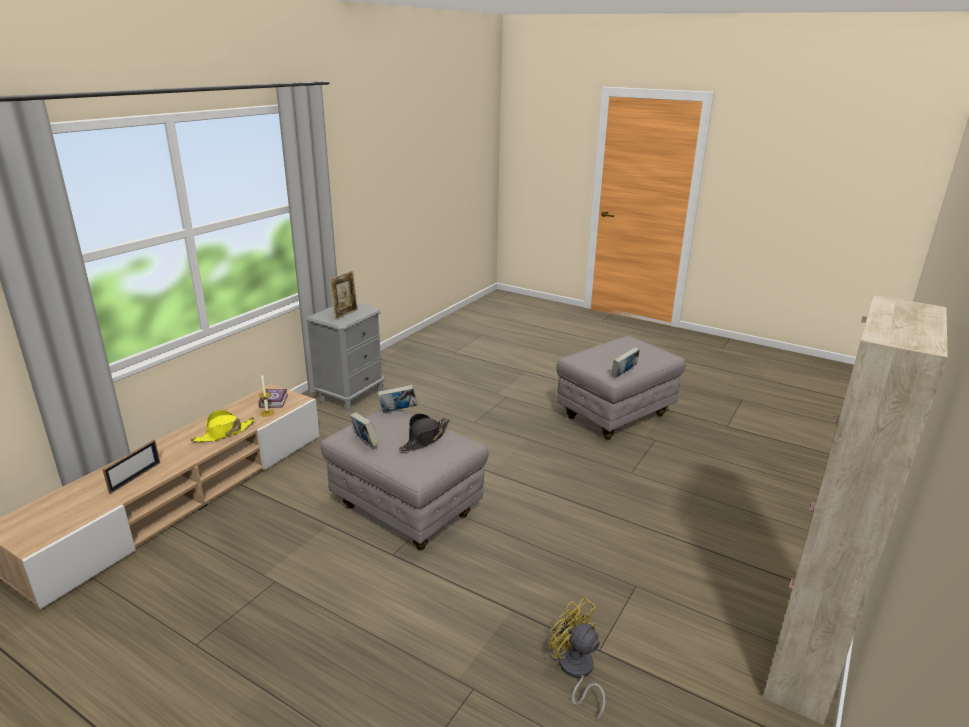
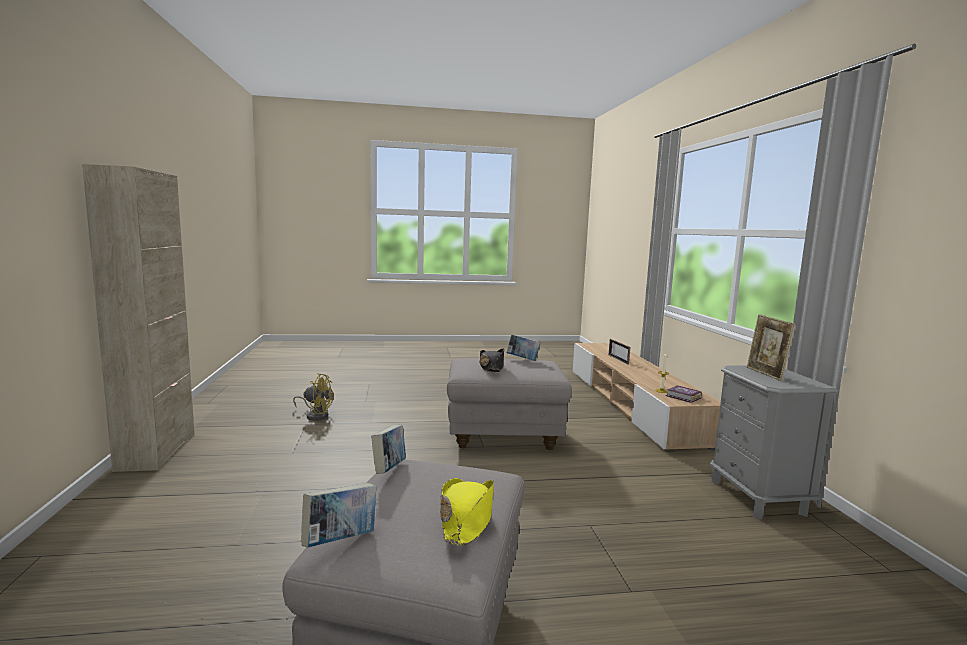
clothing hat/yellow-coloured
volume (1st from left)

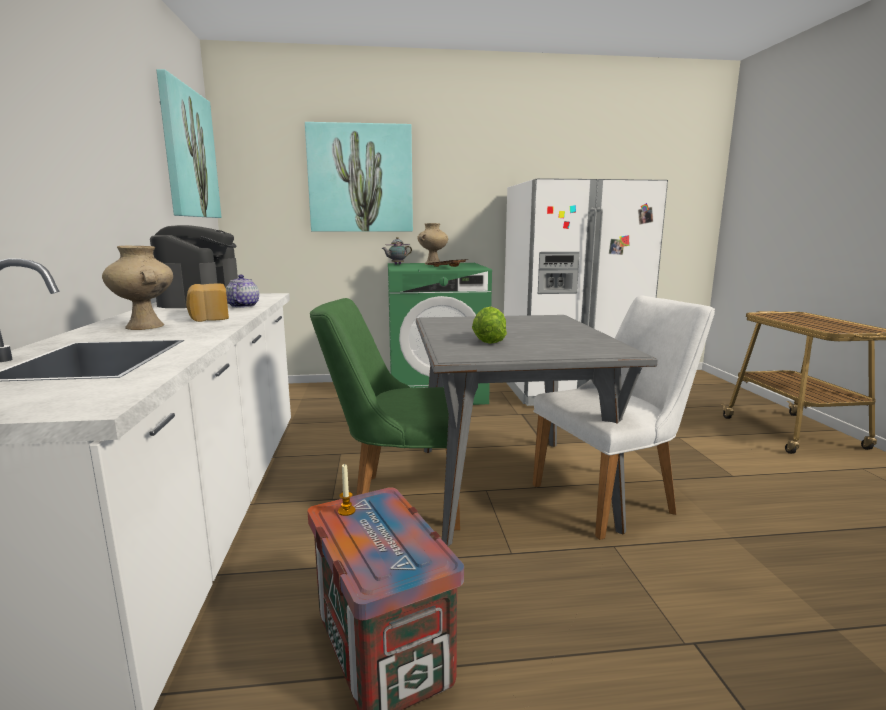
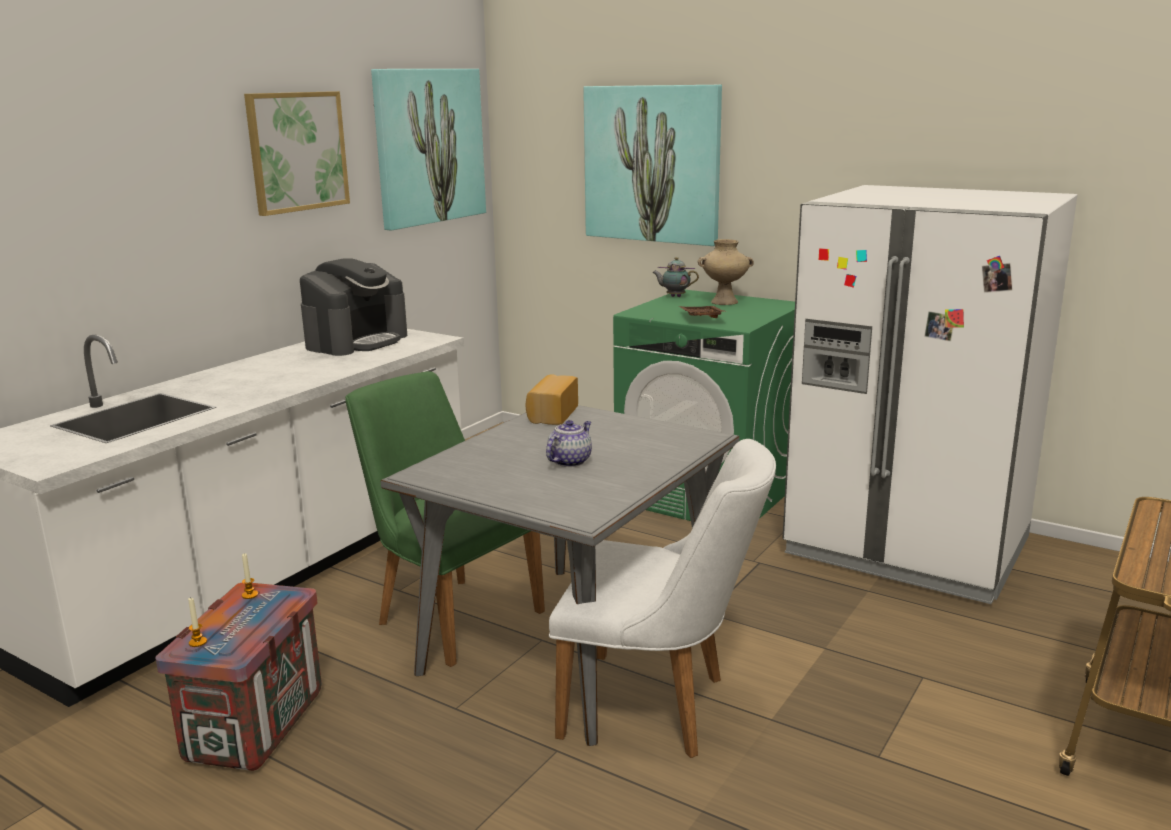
decorative vase/sand-coloured (1st from left in the first image)
lettuce head
wax candle (1st from left)
picture (1st from left)
bakery bread
teapot (1st from left)

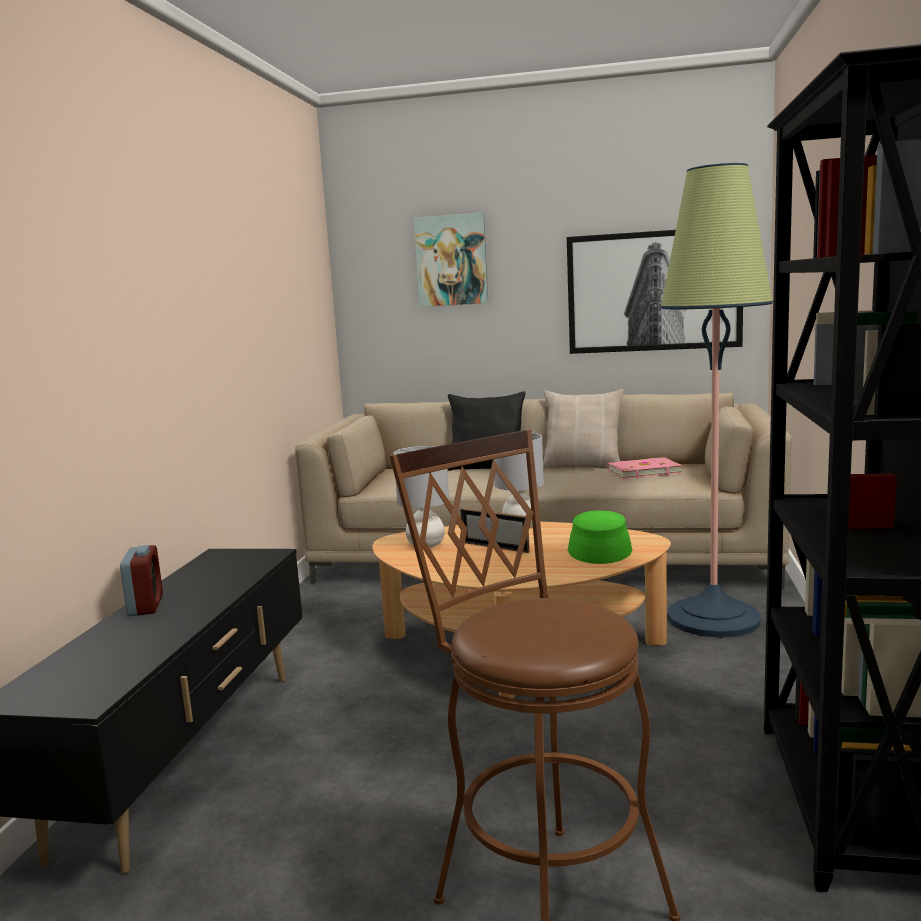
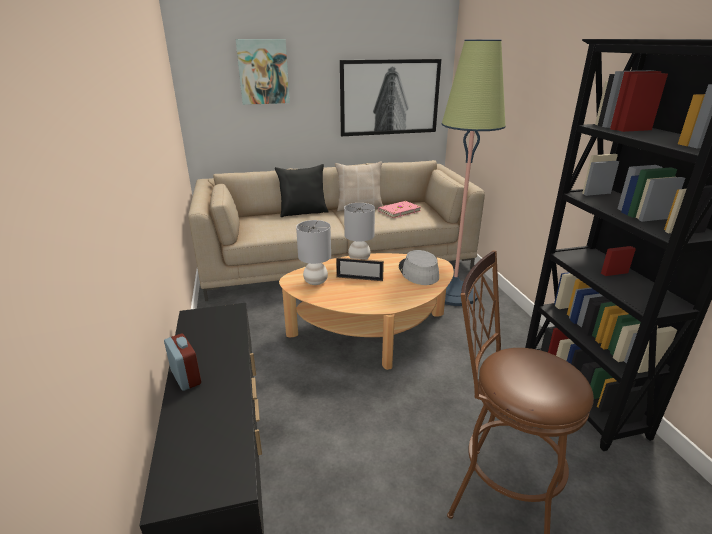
clothing hat/greyish

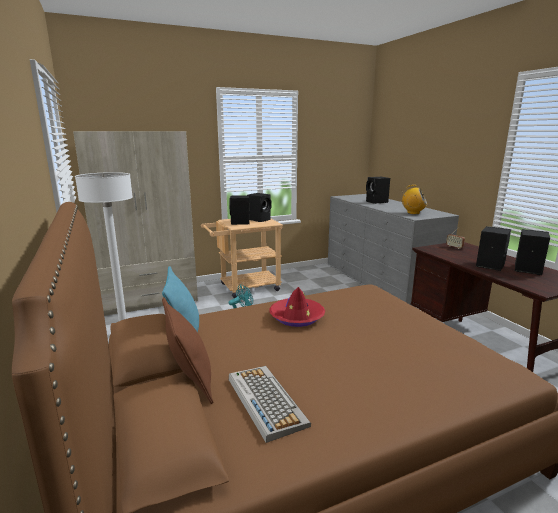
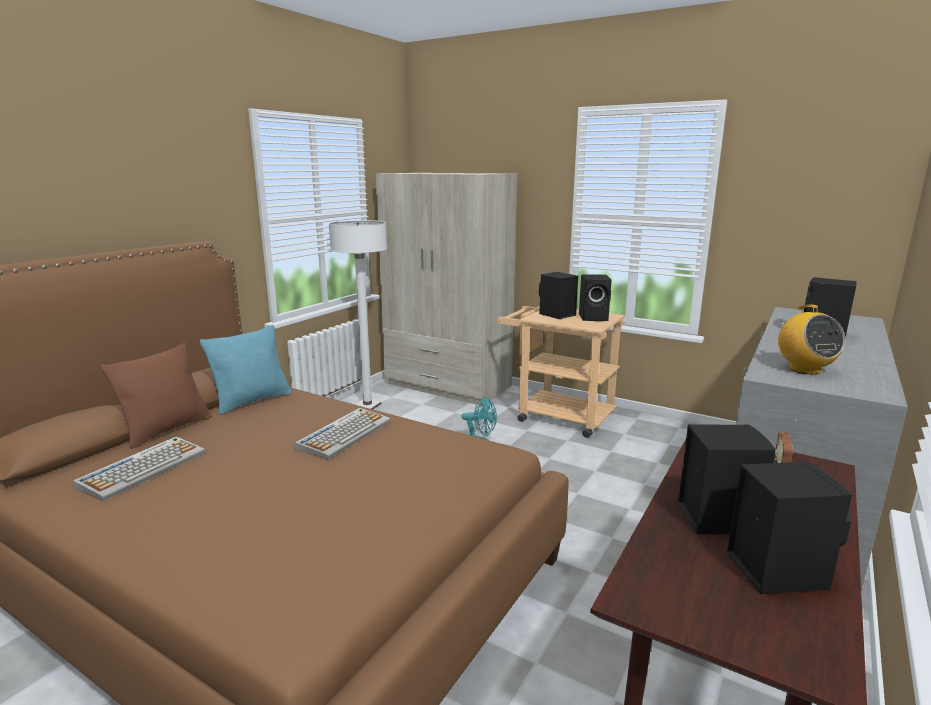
computer keyboard (2nd from left)

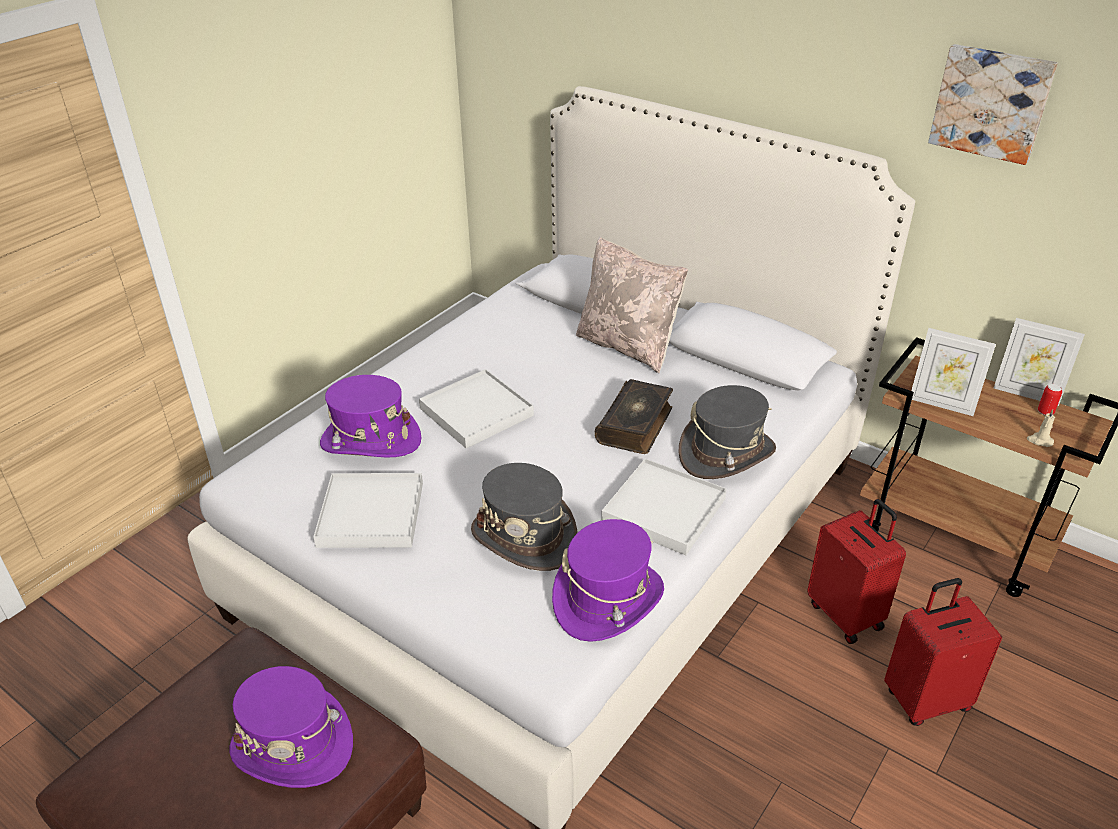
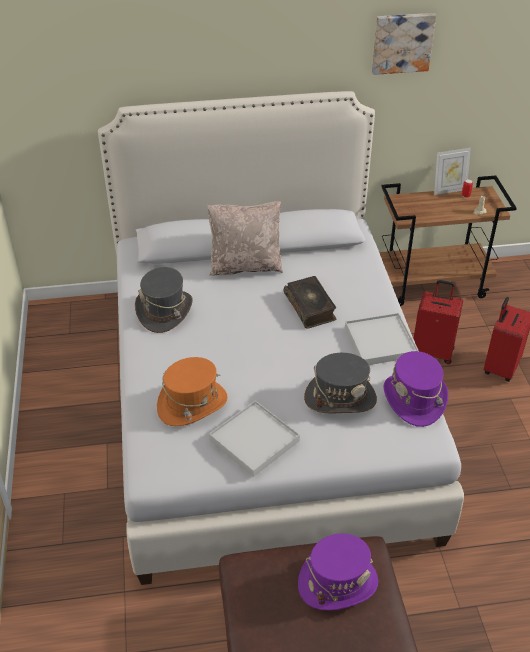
tray/white (2nd from left in the first image)
photo frame (1st from left in the first image)
clothing hat/greyish (1st from left)
clothing hat/orange

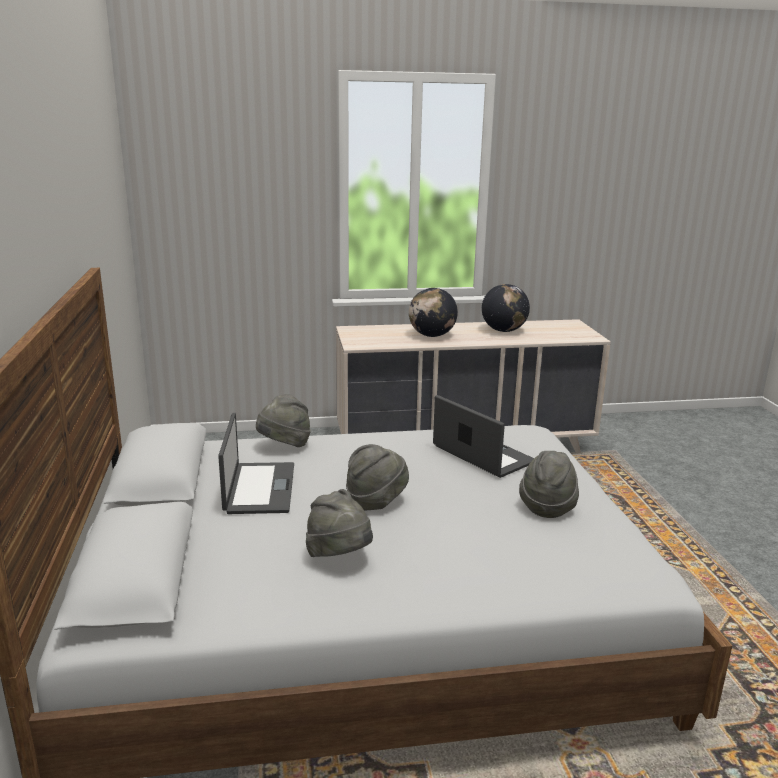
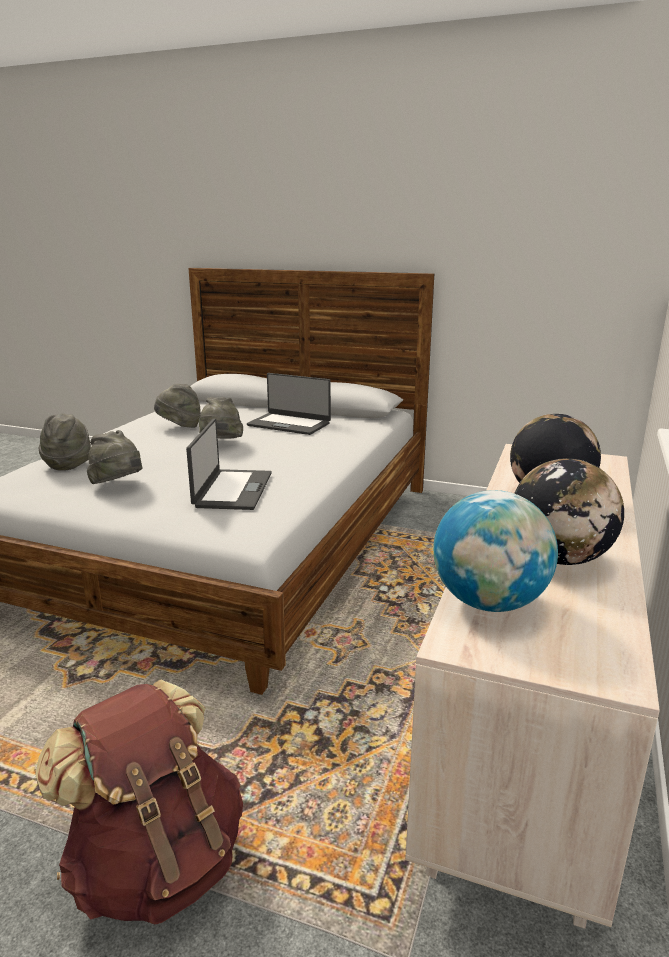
knapsack/brown
globe (1st from left)
clothing hat/greyish (1st from left)
notebook computer (1st from left)

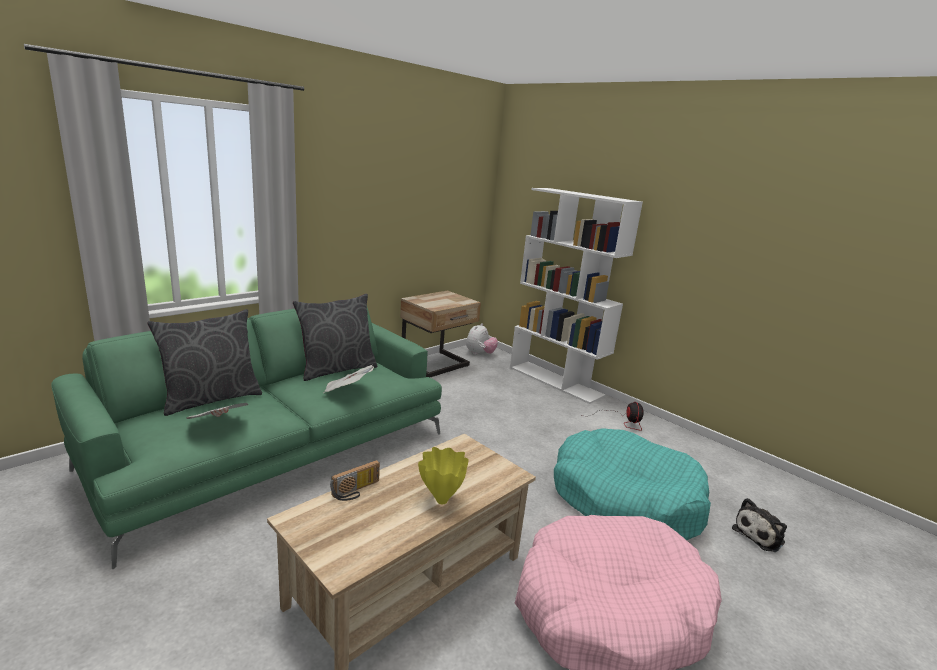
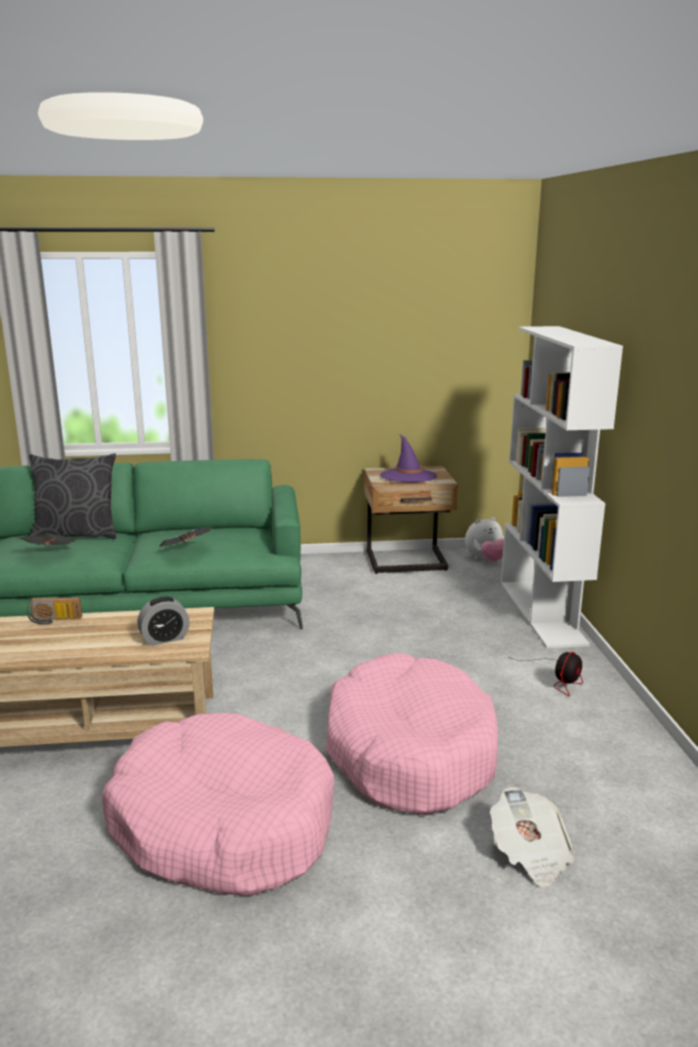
cushion/greyish (2nd from left in the first image)
decorative vase/yellow-coloured
bedside clock
clothing hat/purplish
printed paper (3rd from left)
dog bed/pinkish (2nd from left)

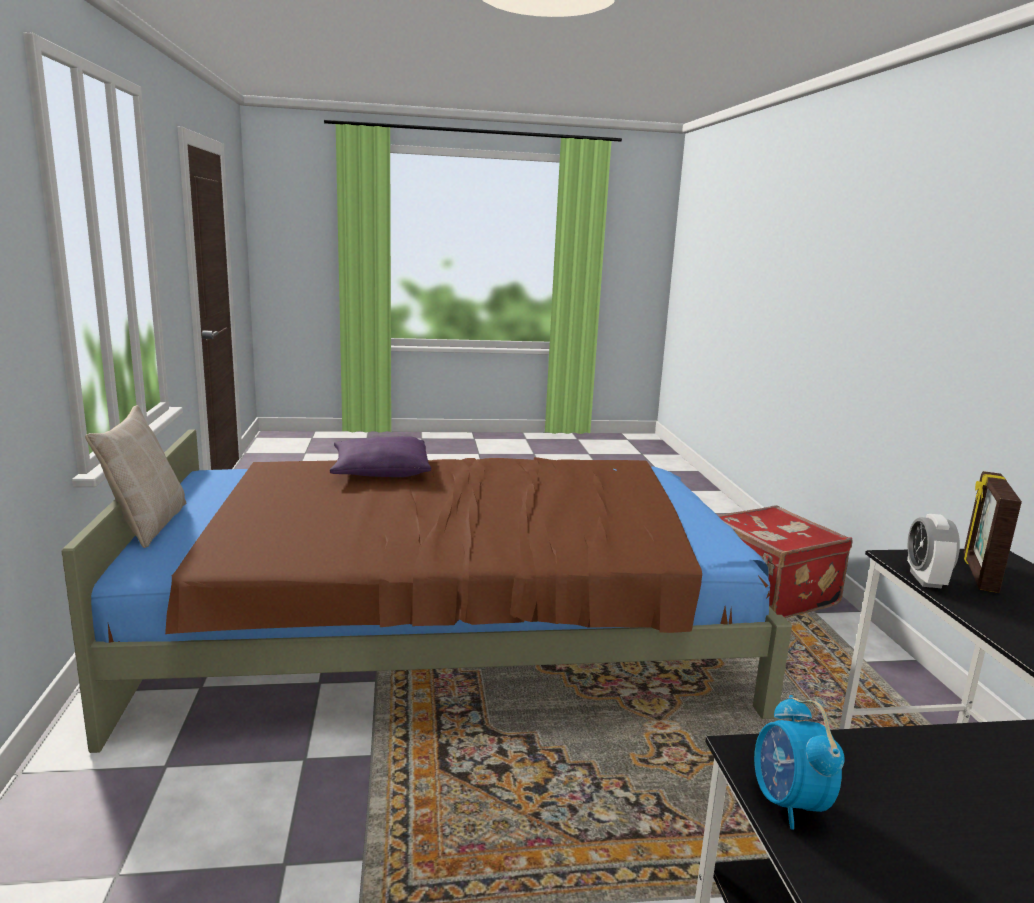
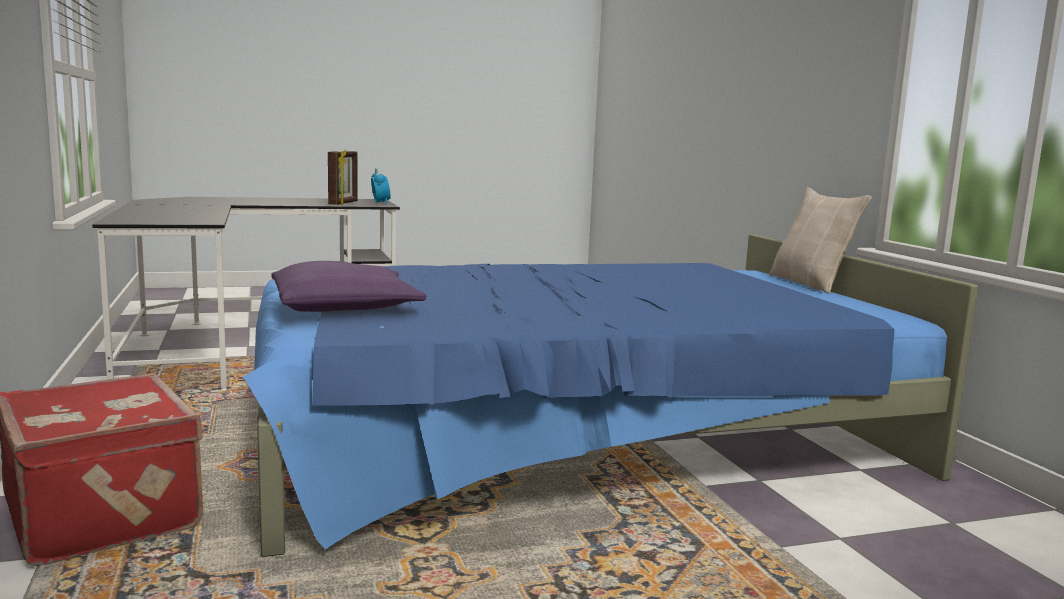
bedside clock (2nd from left in the first image)
cushion/purplish
photo frame
bed/blue

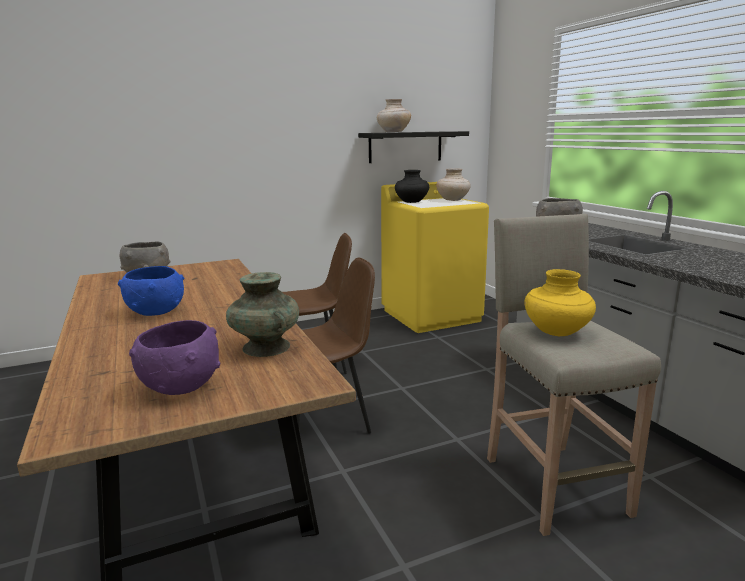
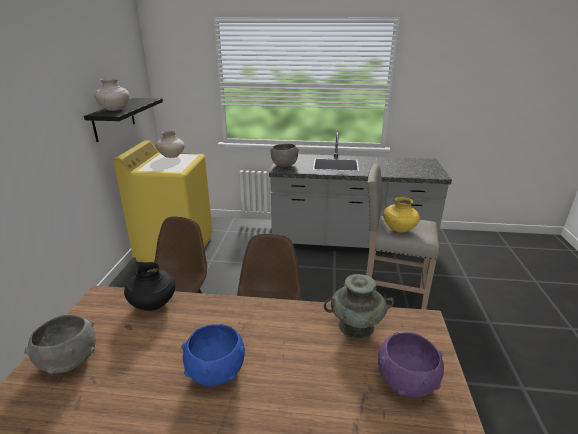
decorative vase/black-coloured

